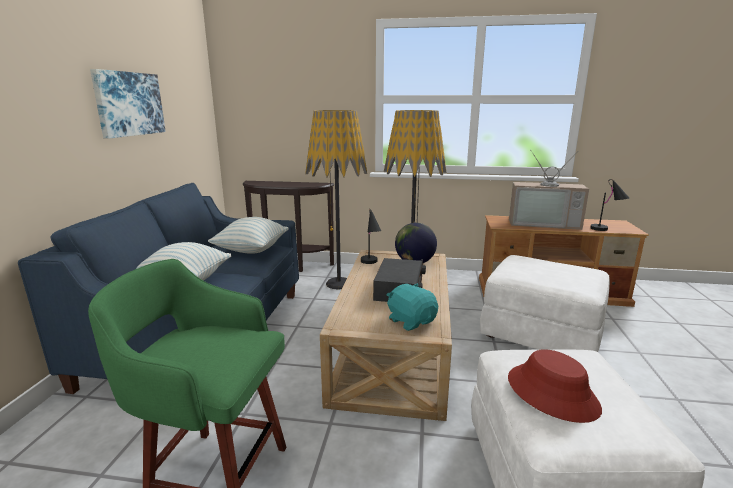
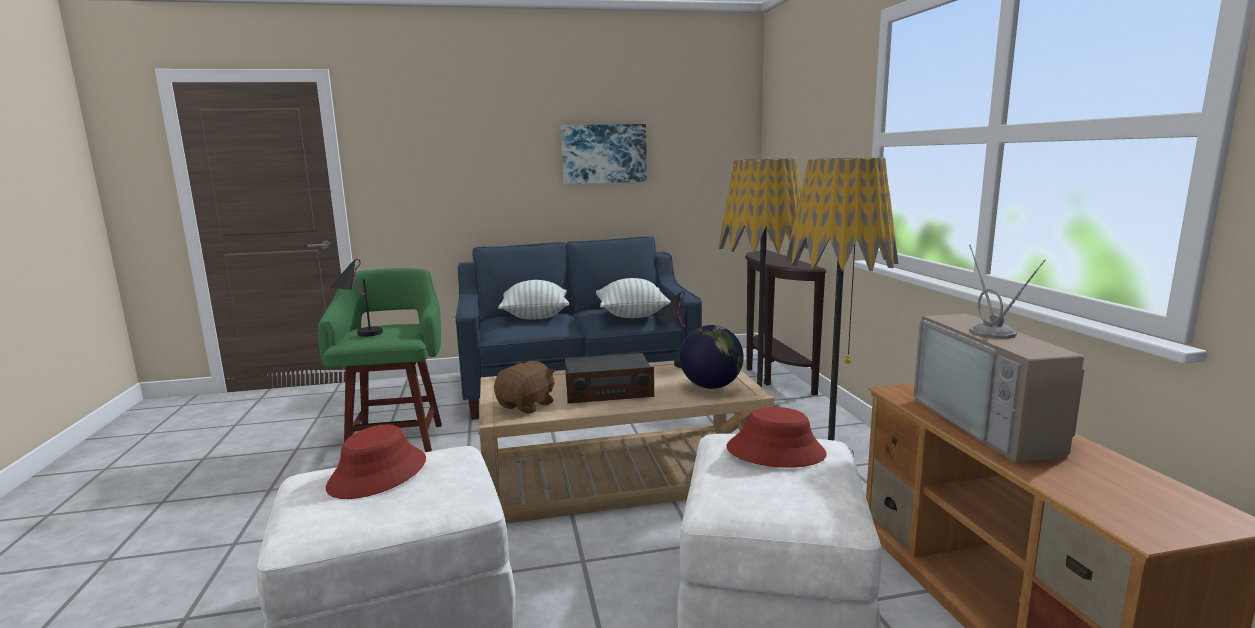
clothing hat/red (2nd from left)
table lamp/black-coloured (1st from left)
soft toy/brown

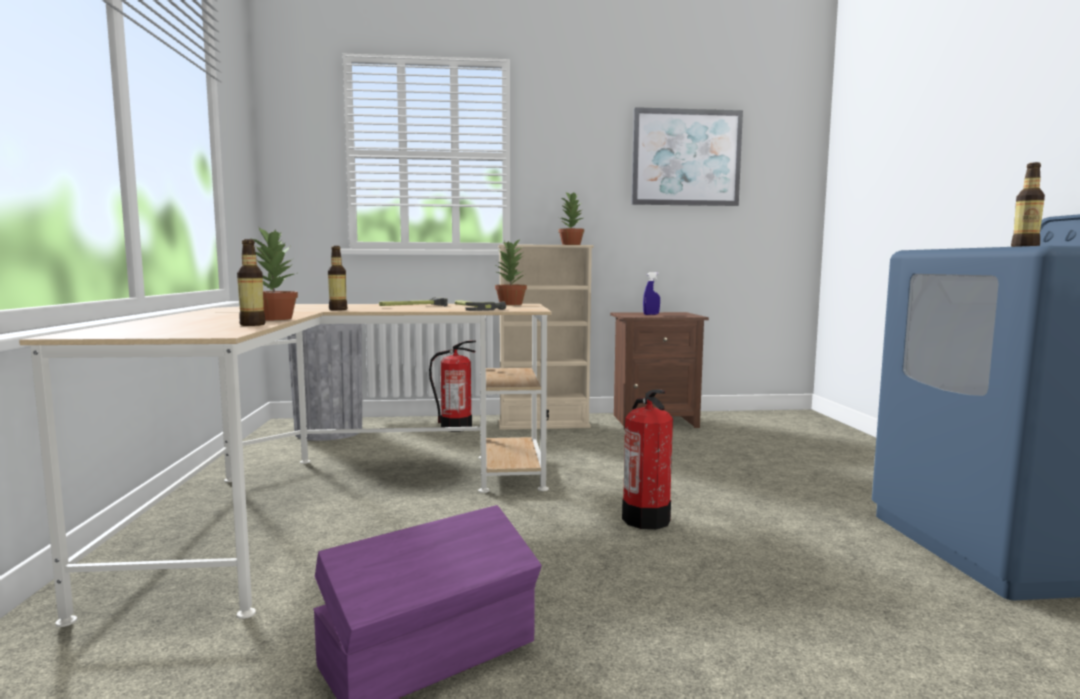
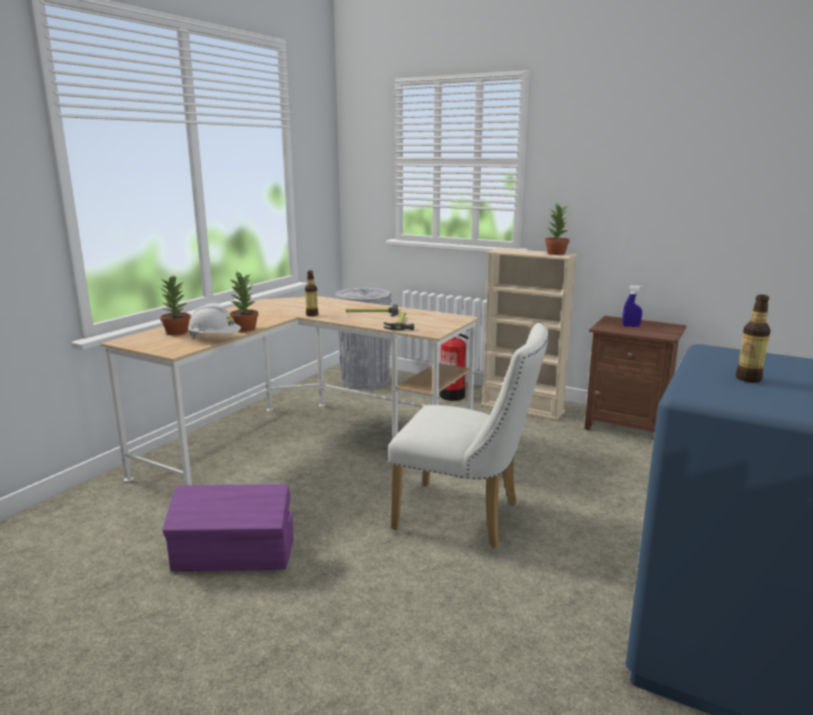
picture
houseplant (1st from left)
hard hat/white
plain chair/white

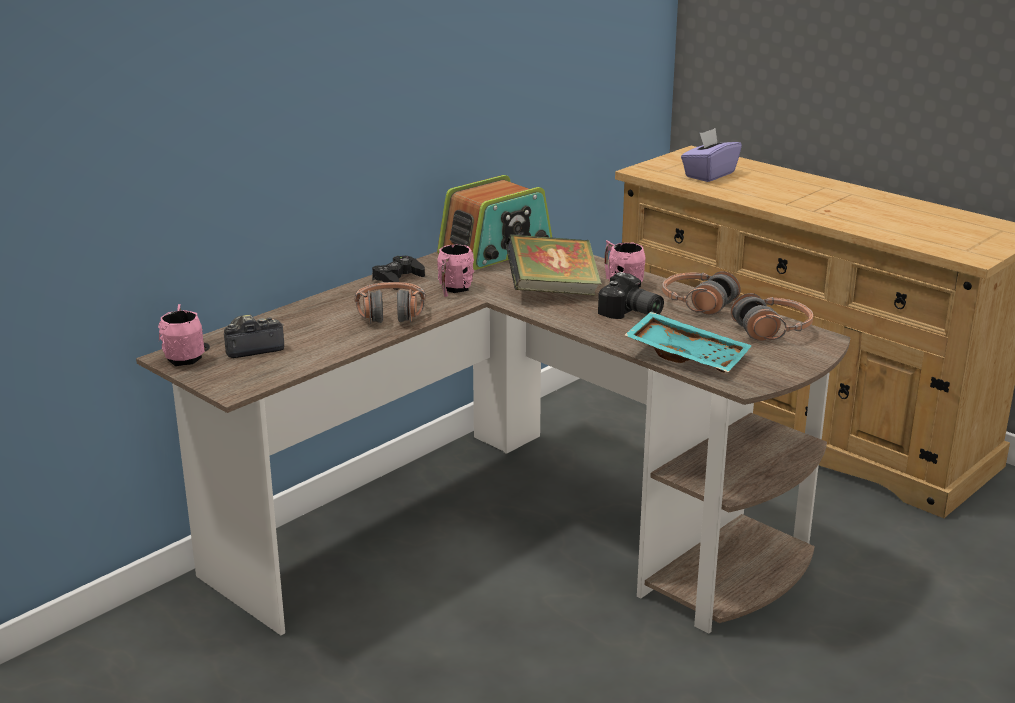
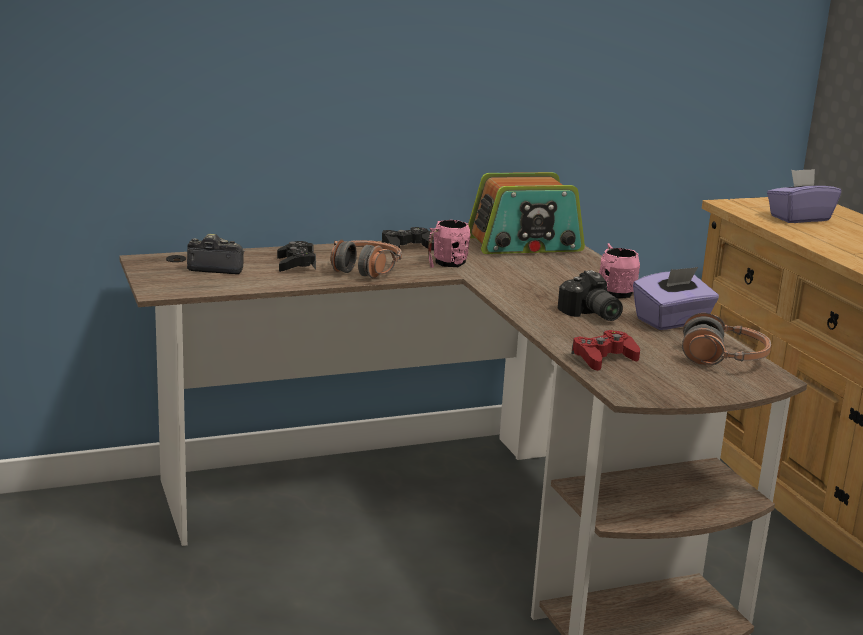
coffee mug/pinkish (1st from left in the first image)
volume
joypad/black-coloured (1st from left)
joypad/red
tissue box/purplish (1st from left)

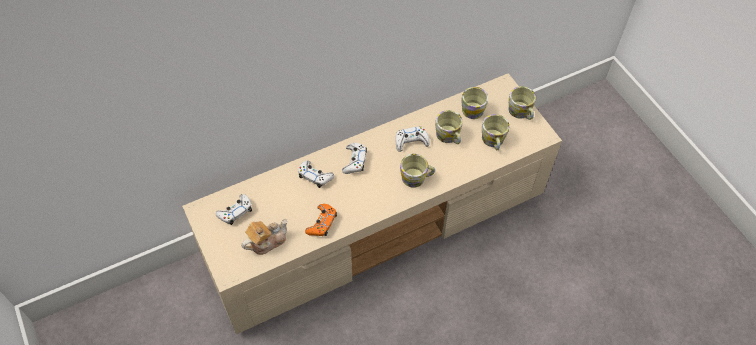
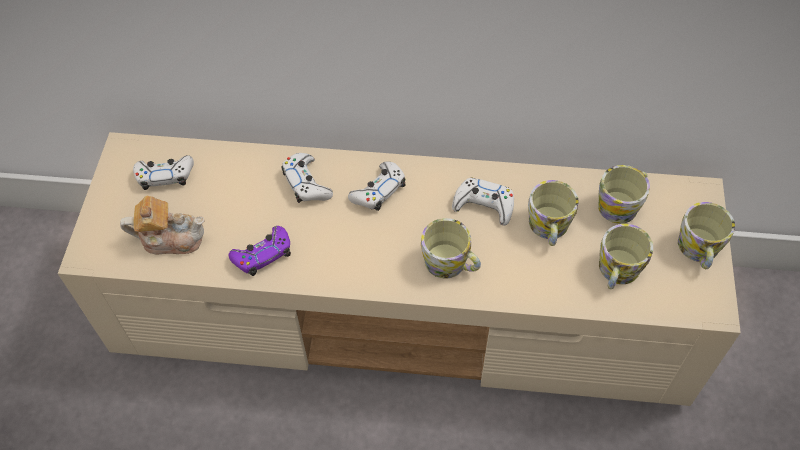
joypad/purplish

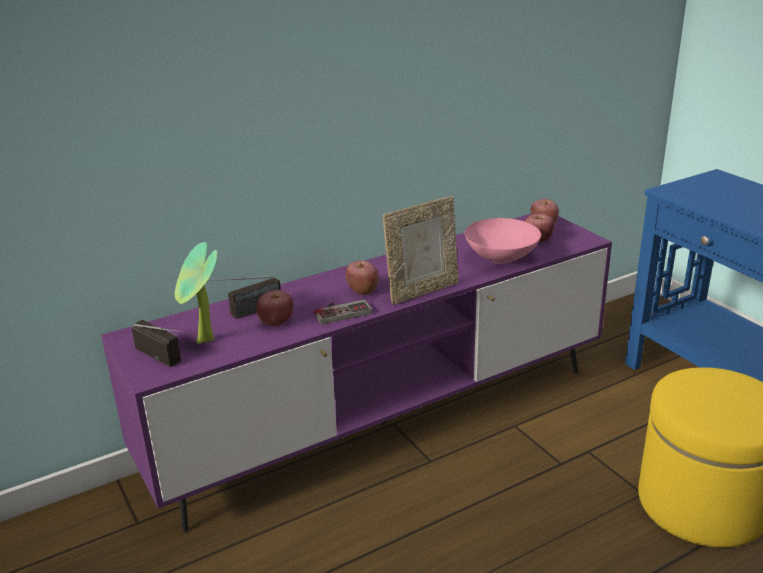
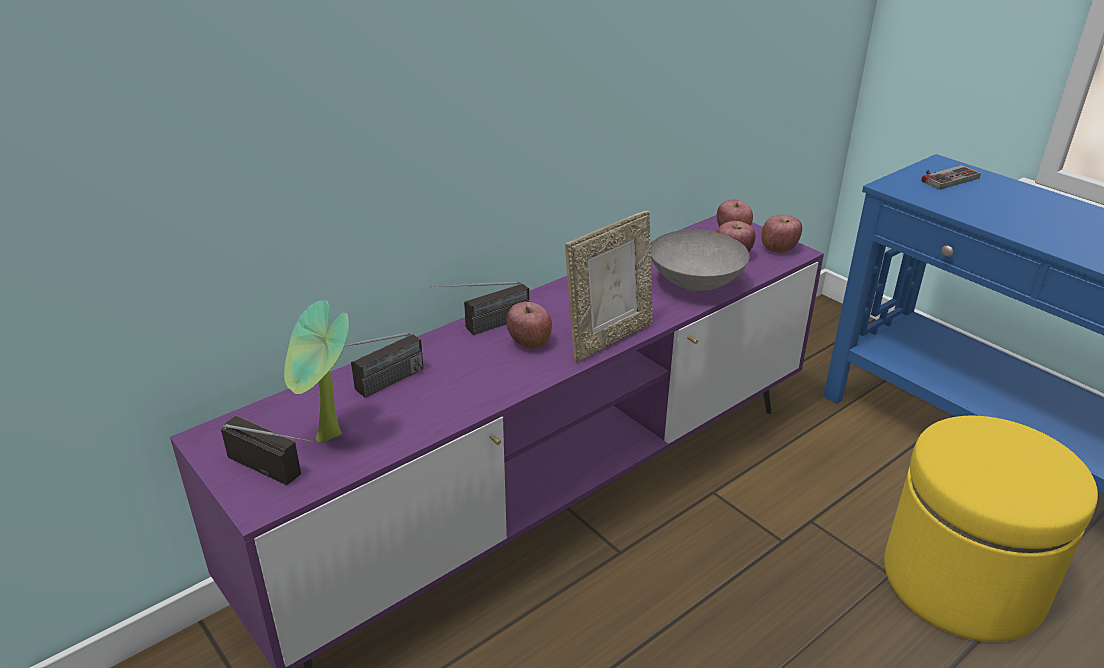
radio receiver (3rd from left)
apple fruit (4th from left)
joypad
bowl/greyish

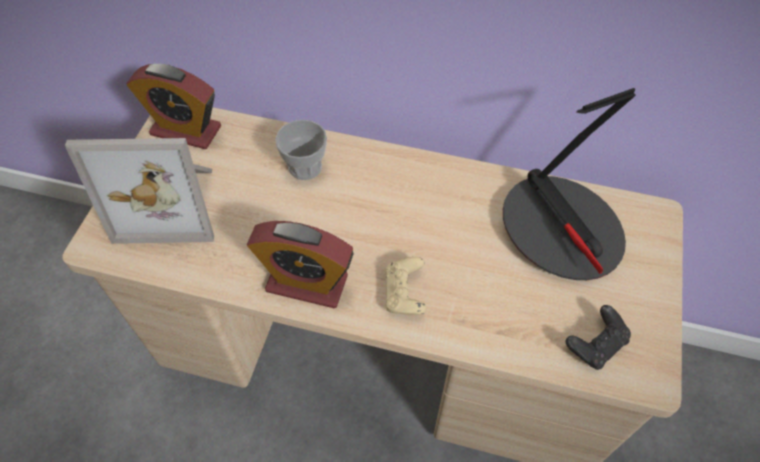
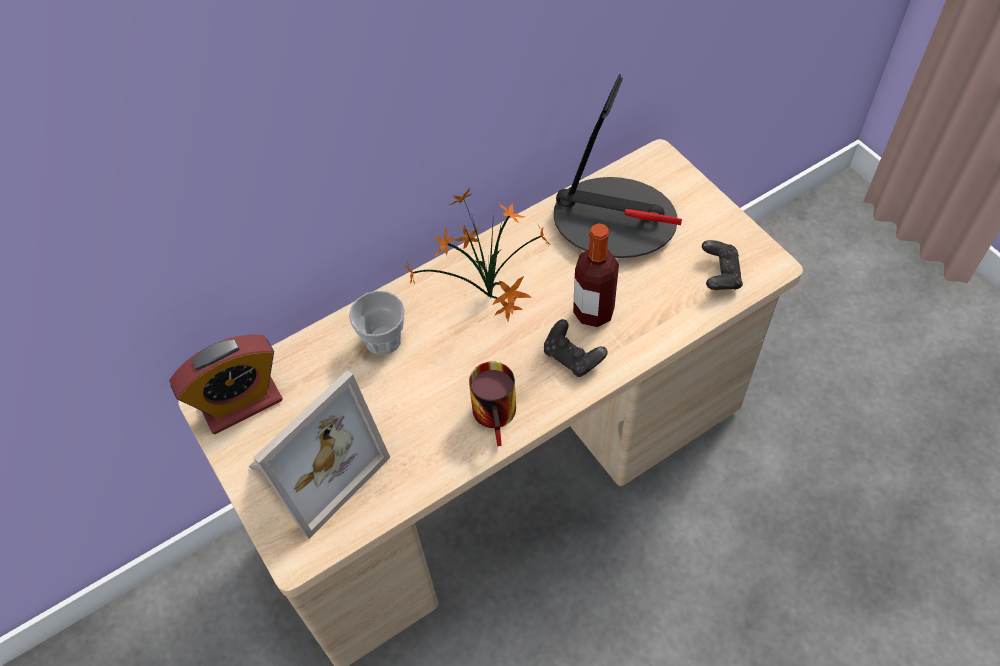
houseplant
beverage bottle
coffee mug
joypad/black-coloured (1st from left)

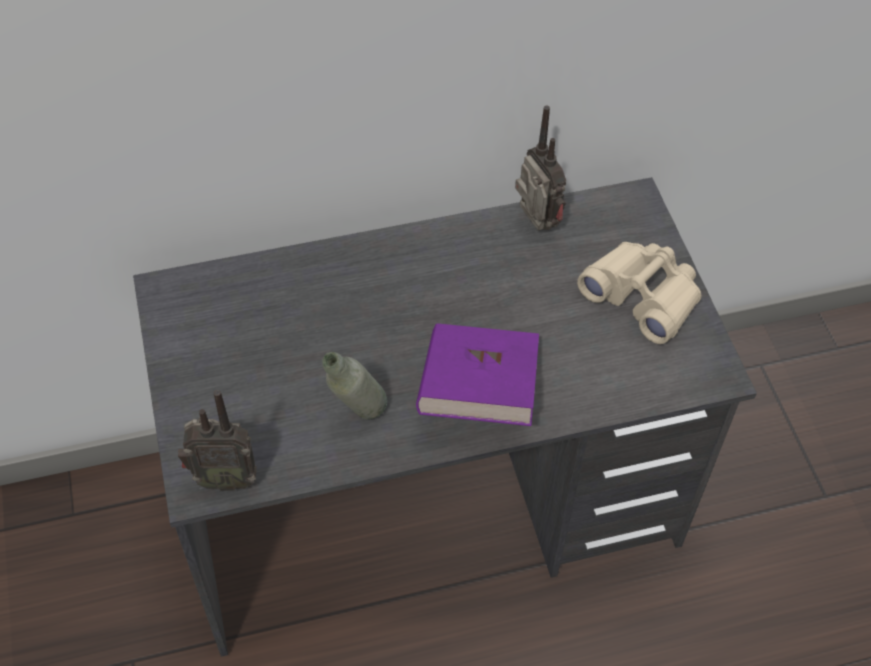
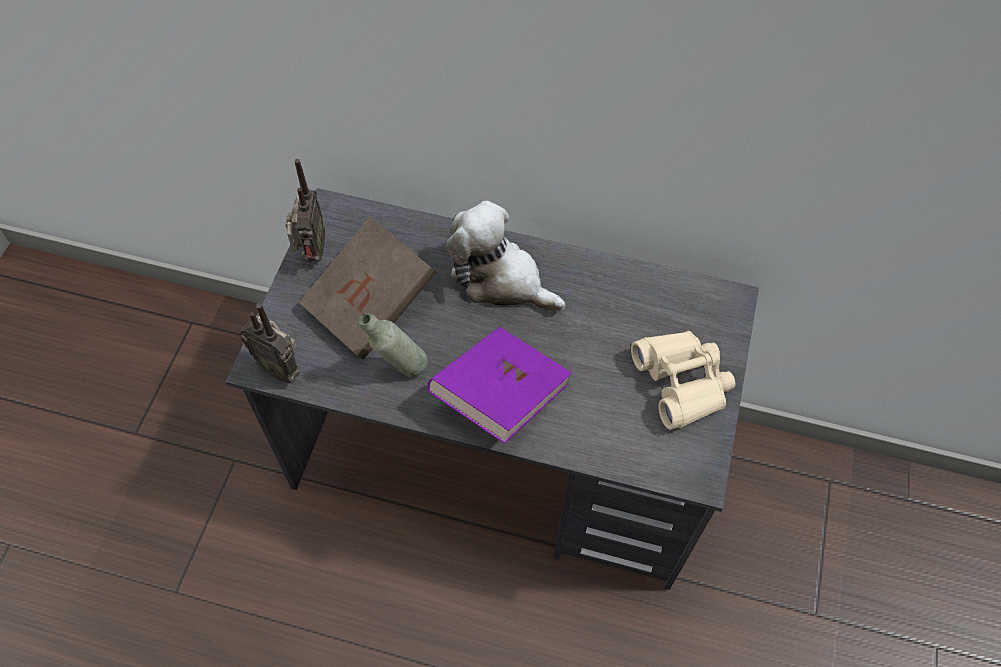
volume/brown
soft toy
radio receiver (2nd from left)

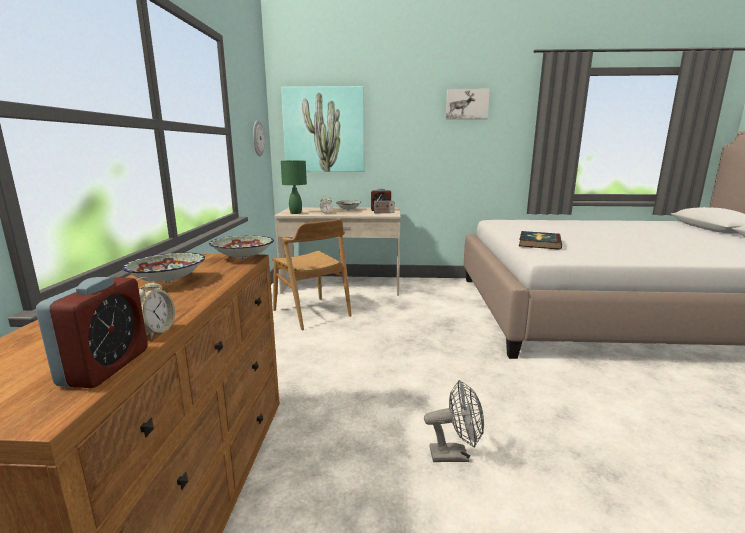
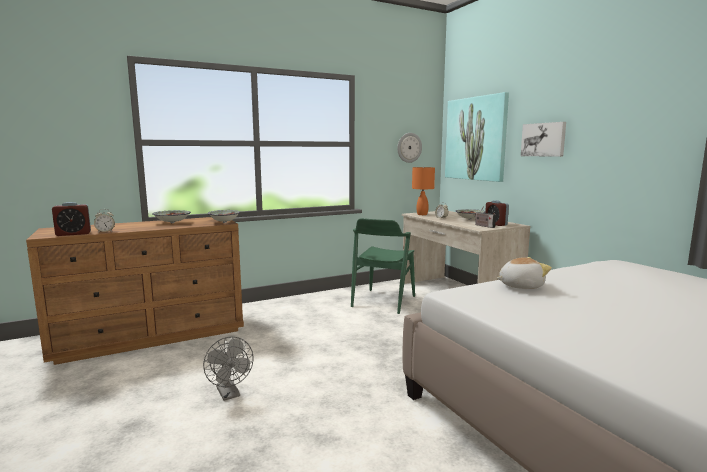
picture (2nd from left)
soft toy
plain chair/greenish
table lamp/orange

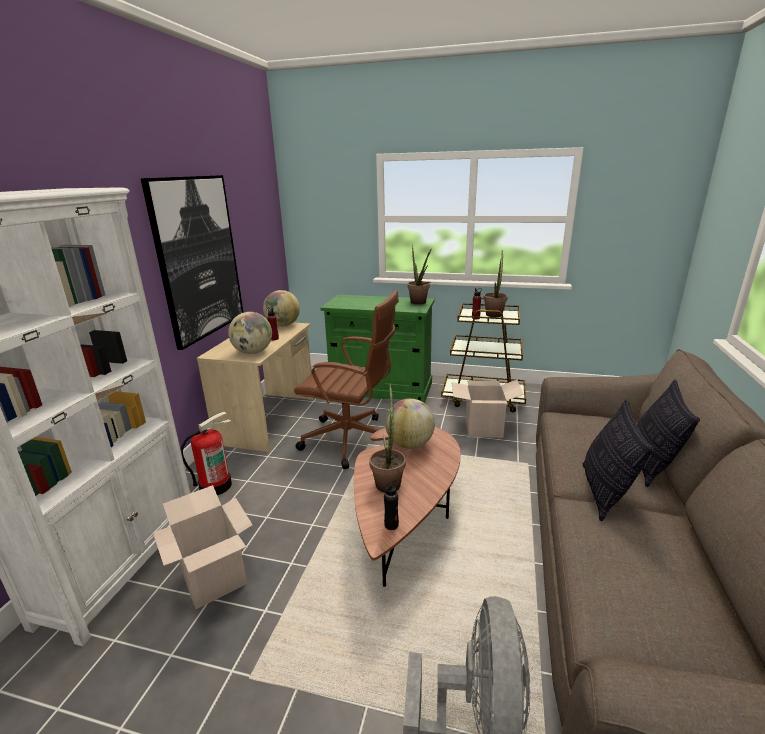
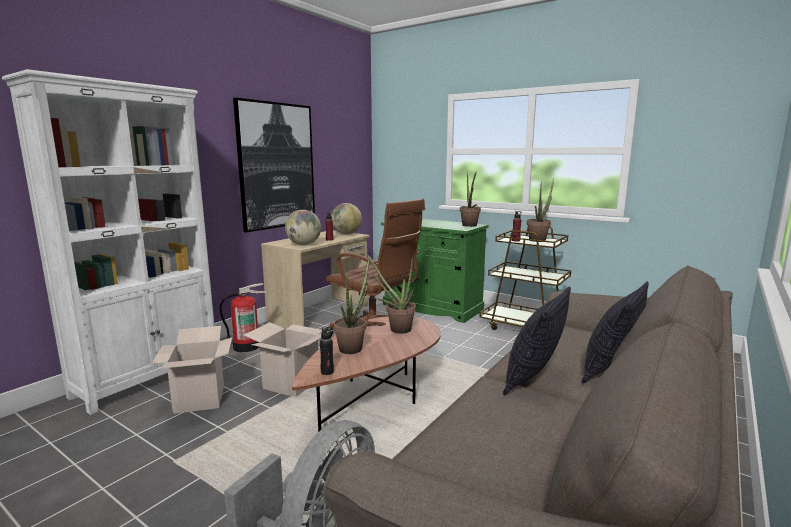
carton (2nd from left)
houseplant (2nd from left)

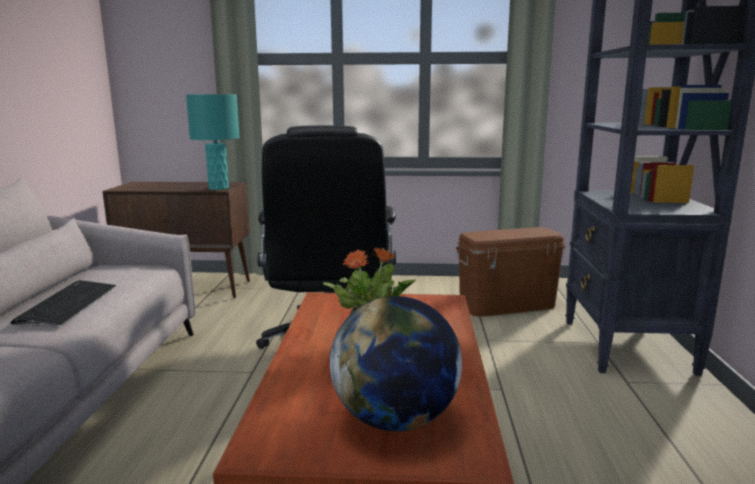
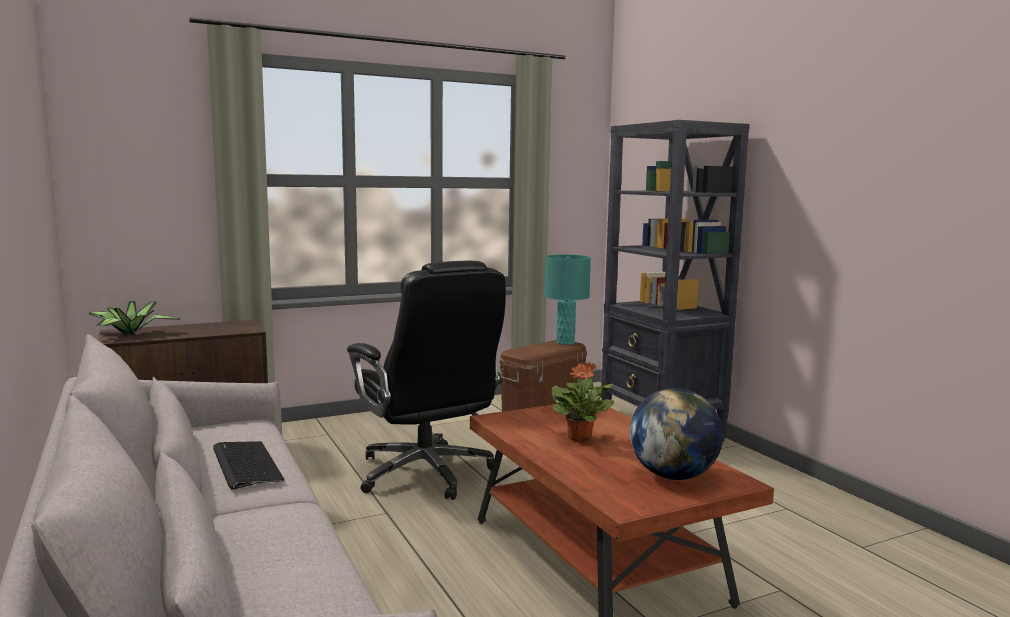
houseplant (1st from left)
table lamp/turquoise-coloured

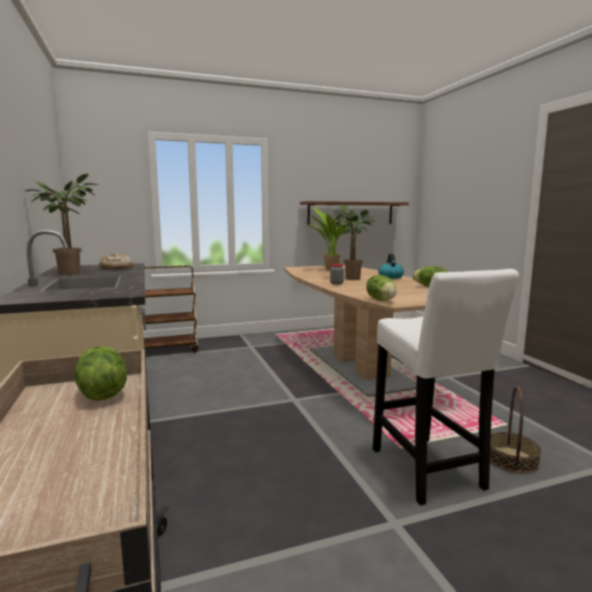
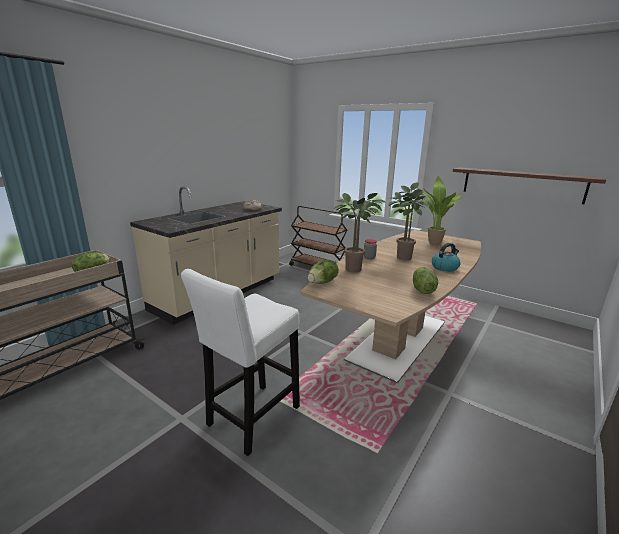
storage basket
houseplant (1st from left)

